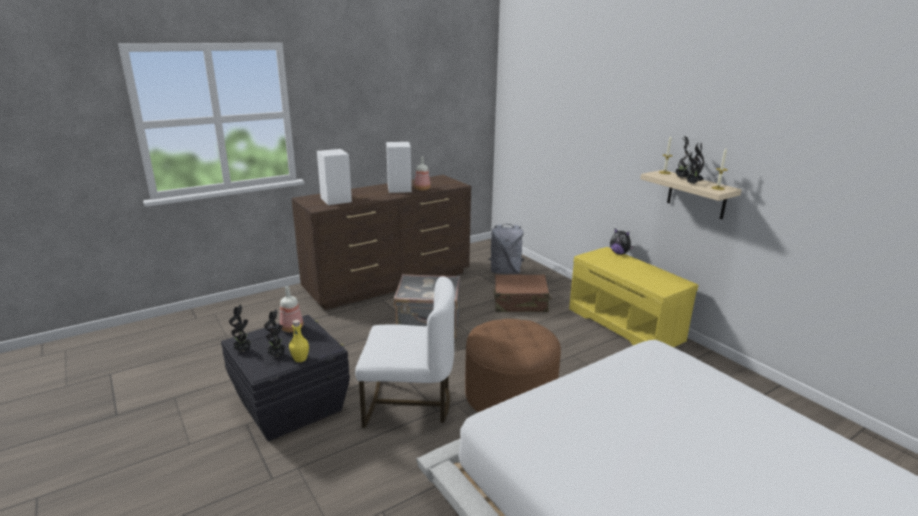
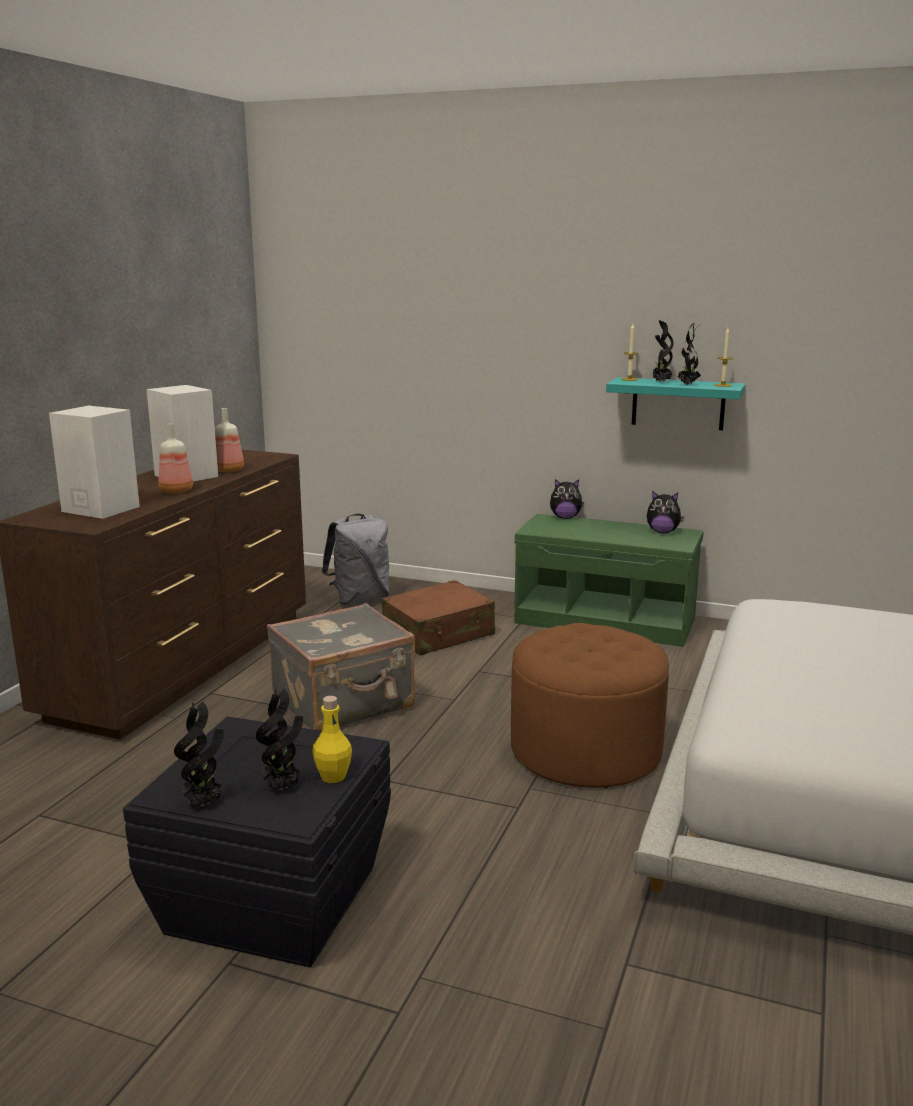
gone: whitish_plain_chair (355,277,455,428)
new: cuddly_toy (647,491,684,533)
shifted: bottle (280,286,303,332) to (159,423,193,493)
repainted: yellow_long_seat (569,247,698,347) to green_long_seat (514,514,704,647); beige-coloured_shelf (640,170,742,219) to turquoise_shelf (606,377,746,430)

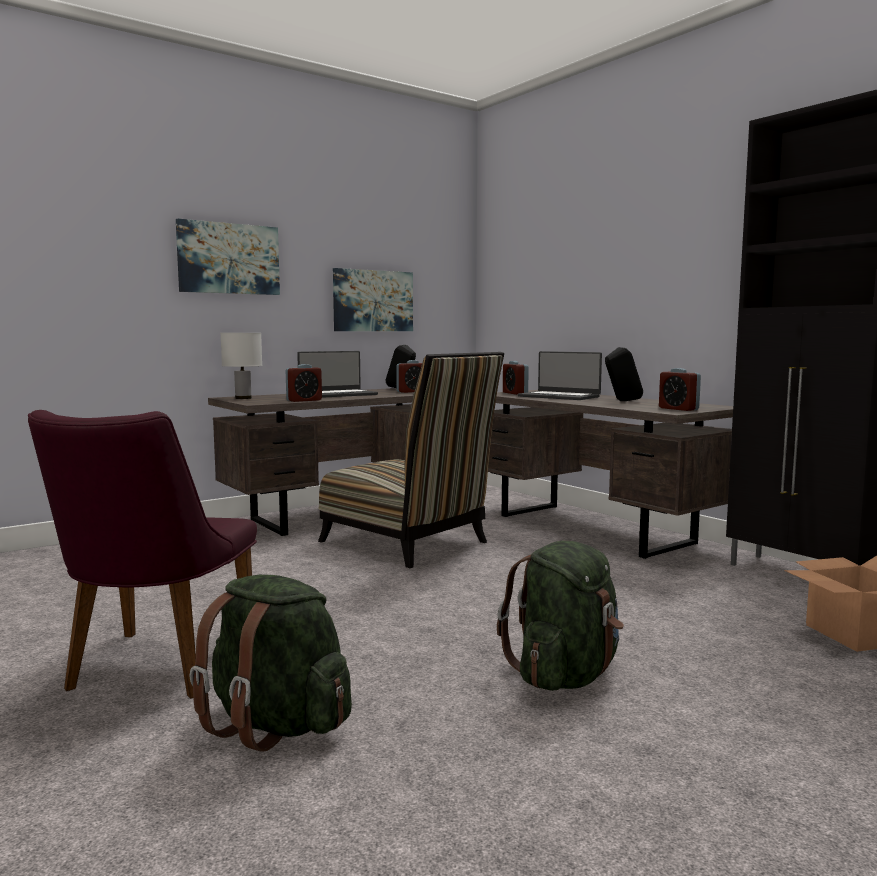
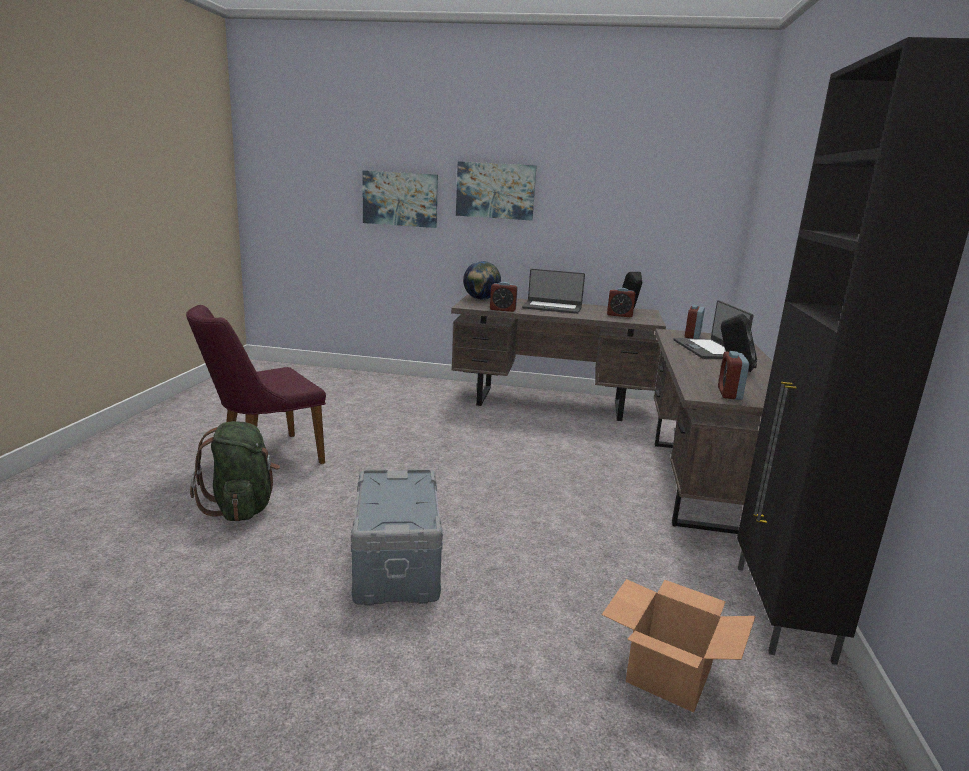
gone: plain_chair (318,352,504,568)
shifted: wall_picture (333,268,413,331) to (362,171,438,228)
swapped: whitish_lamp_for_a_table (220,333,262,399) to globe (463,261,501,300); green_backpack (497,540,624,691) to gray_storage_container (351,469,443,606)

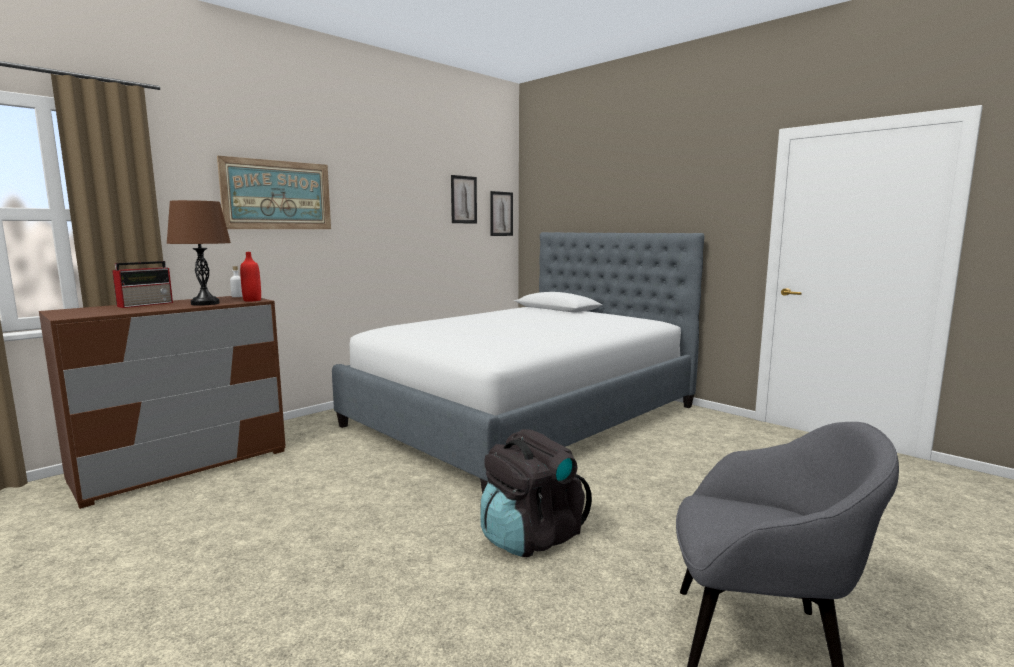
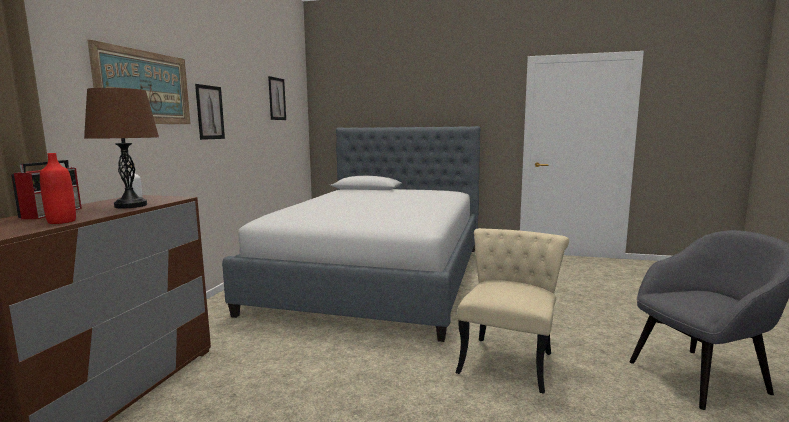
shifted: red-coloured_bottle (240,252,261,301) to (40,153,76,224); wall_picture (490,191,513,236) to (195,84,225,140)
swapped: blackish_backpack (480,429,592,557) to beige-coloured_plain_chair (456,228,569,394)

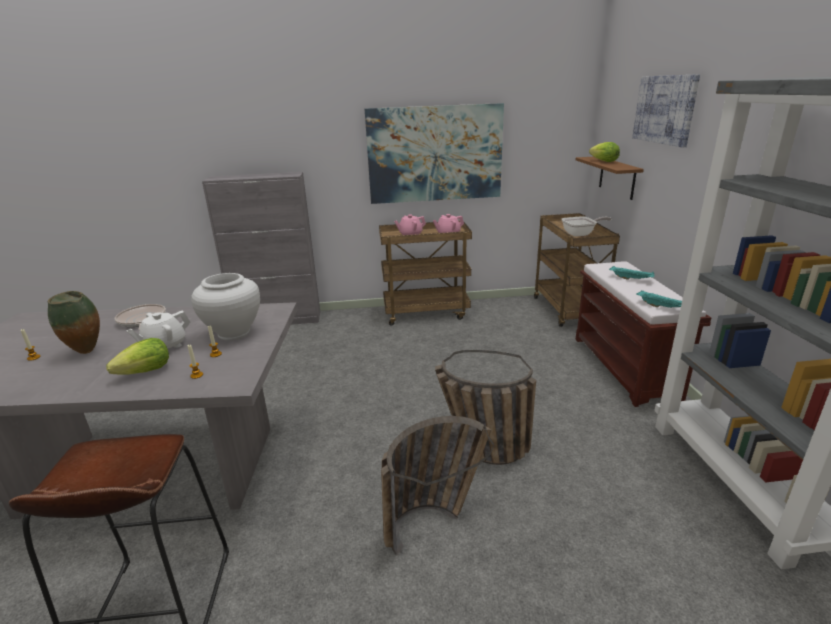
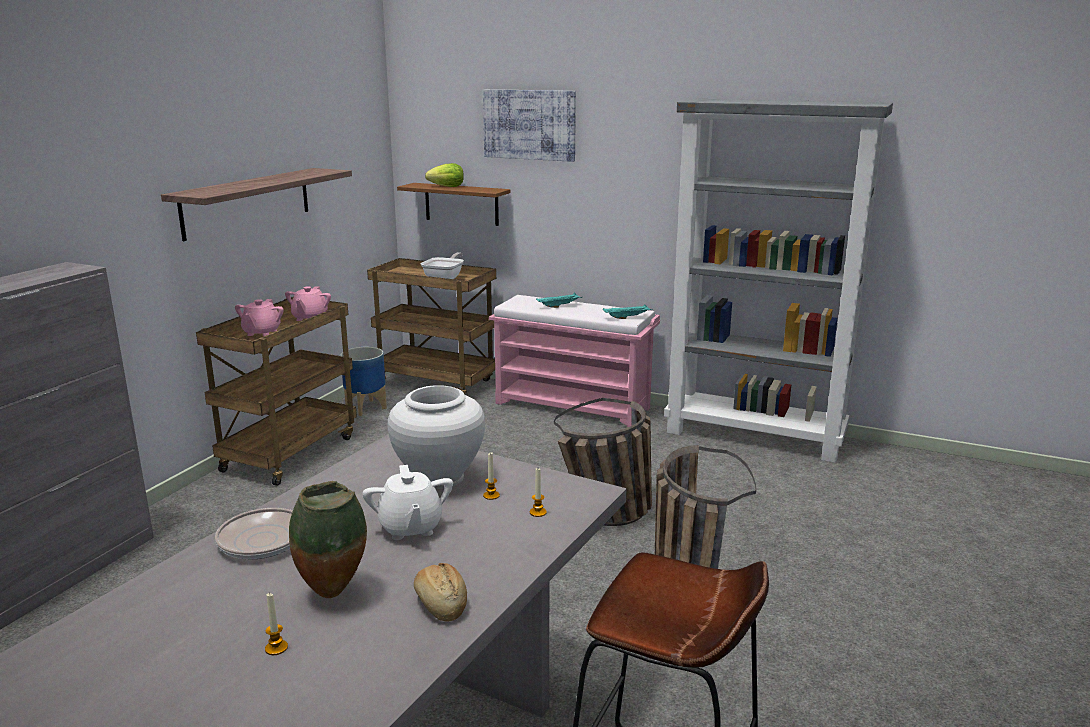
gone: lettuce_head (106,338,169,375)
new: planter (340,347,387,416); bread (414,563,467,622)
swapped: wall_picture (365,103,504,204) to shelf (161,168,352,241)
repainted: brown-coloured_long_seat (575,261,711,407) to pink_long_seat (489,295,660,427)

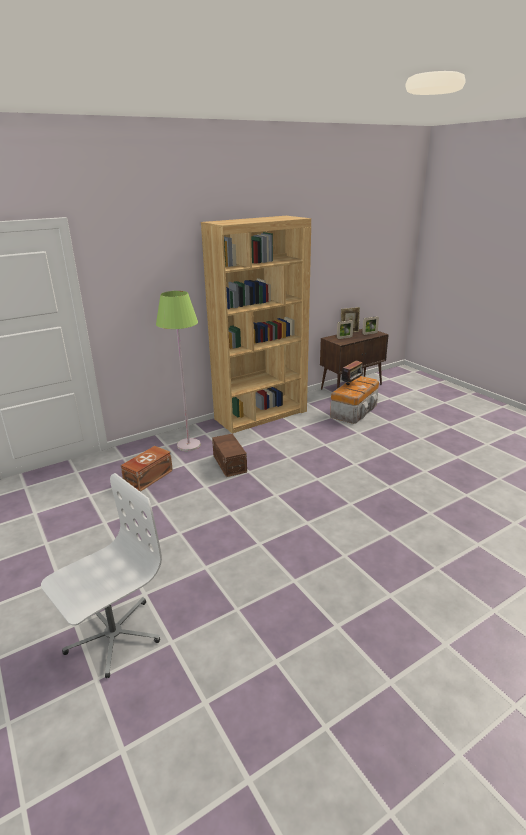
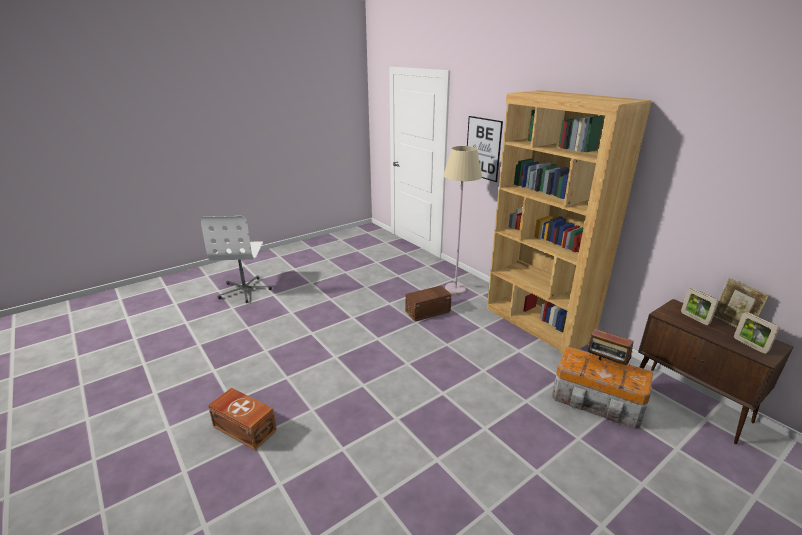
new: wall_picture (467,116,503,182)
shifted: brown-coloured_storage_container (121,446,173,492) to (208,388,277,450)
repainted: green_standard_lamp (156,291,201,451) to beige-coloured_standard_lamp (443,146,482,295)
rotated: whitish_office_chair (41,473,162,678) = (201,216,272,303) 45 degrees clockwise

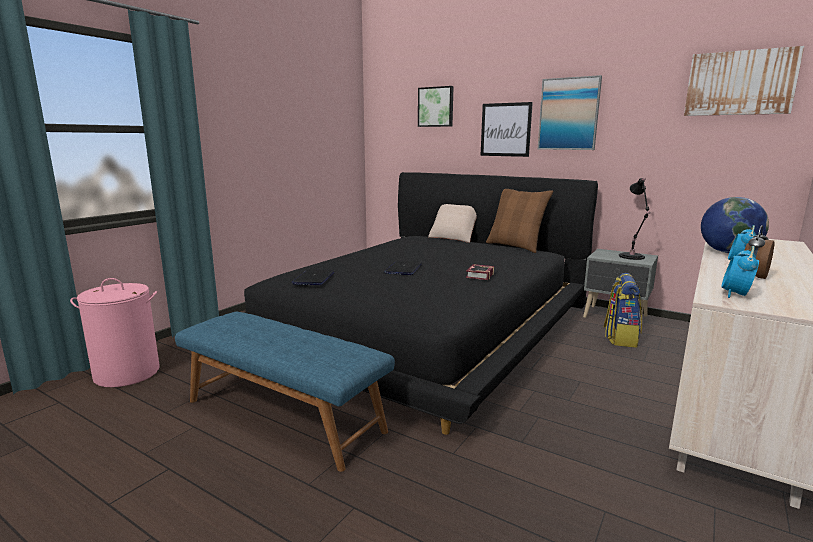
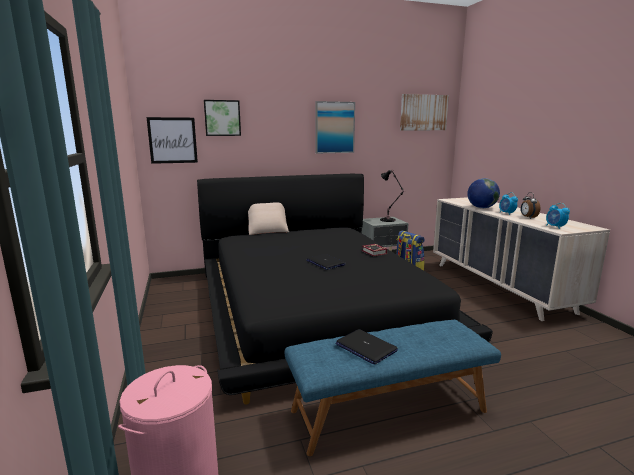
gone: brown-coloured_pillow (486,189,553,253)
shifted: laptop (291,270,335,285) to (335,329,398,365); wall_picture (481,102,533,157) to (146,117,198,164)

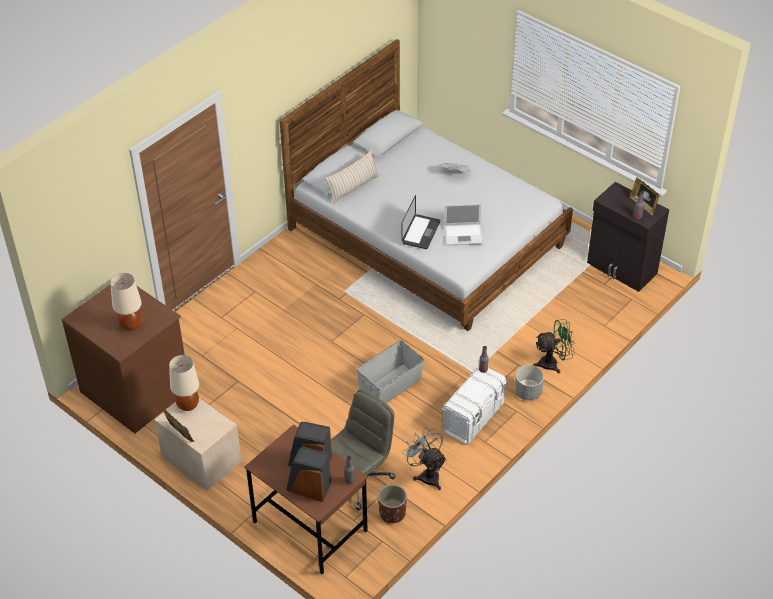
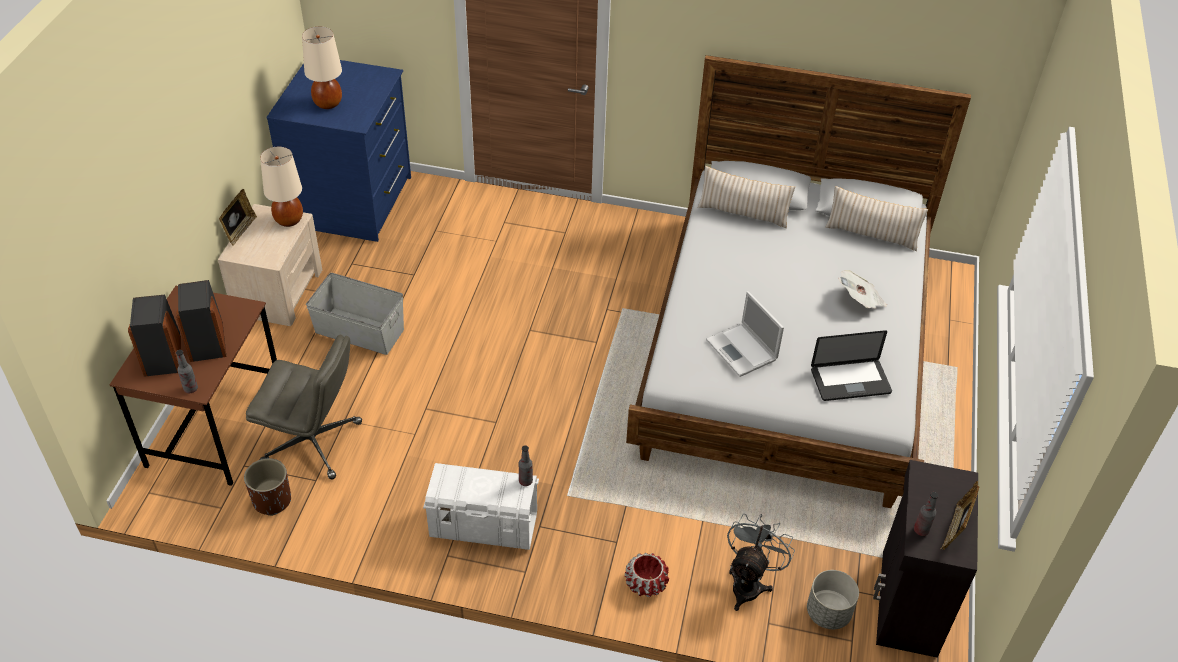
new: beige-coloured_pillow (825,186,928,251)
shifted: gray_storage_container (356,340,424,403) to (306,273,404,355); laptop (402,195,440,249) to (811,330,892,401); gray_cooling_fan (402,427,447,490) to (727,514,795,611); gray_planter (515,365,544,401) to (807,570,859,629)
swapped: green_cooling_fan (533,319,575,374) to red-coloured_planter (625,553,669,597)
repainted: brown-coloured_dresser (62,285,185,433) to blue_dresser (266,60,411,242)

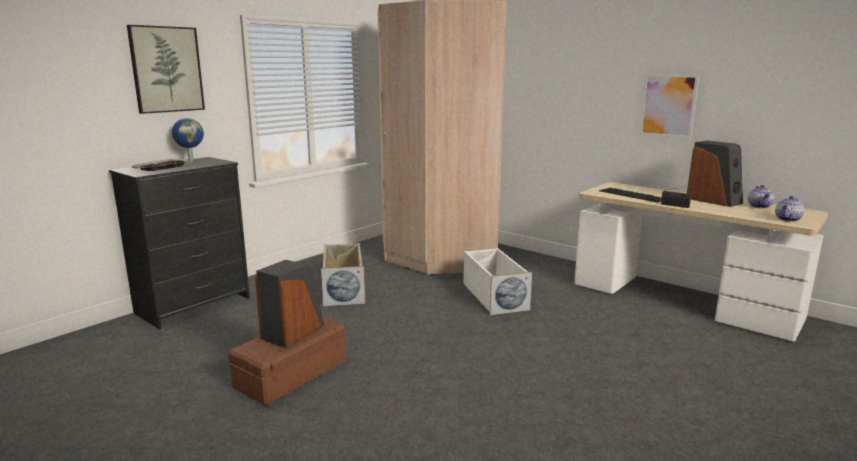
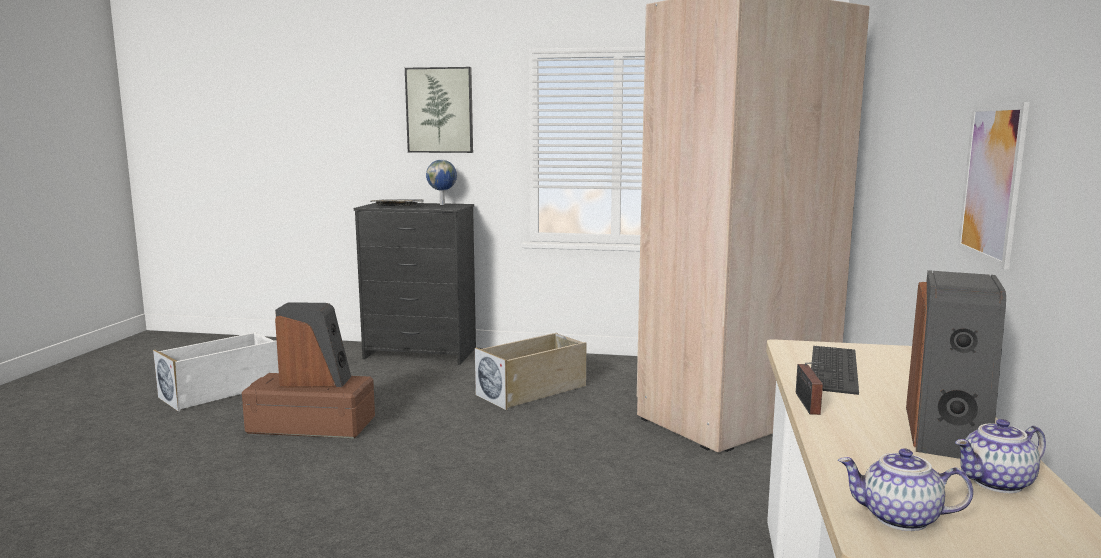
shifted: whitish_storage_container (463,248,532,315) to (153,332,279,411)

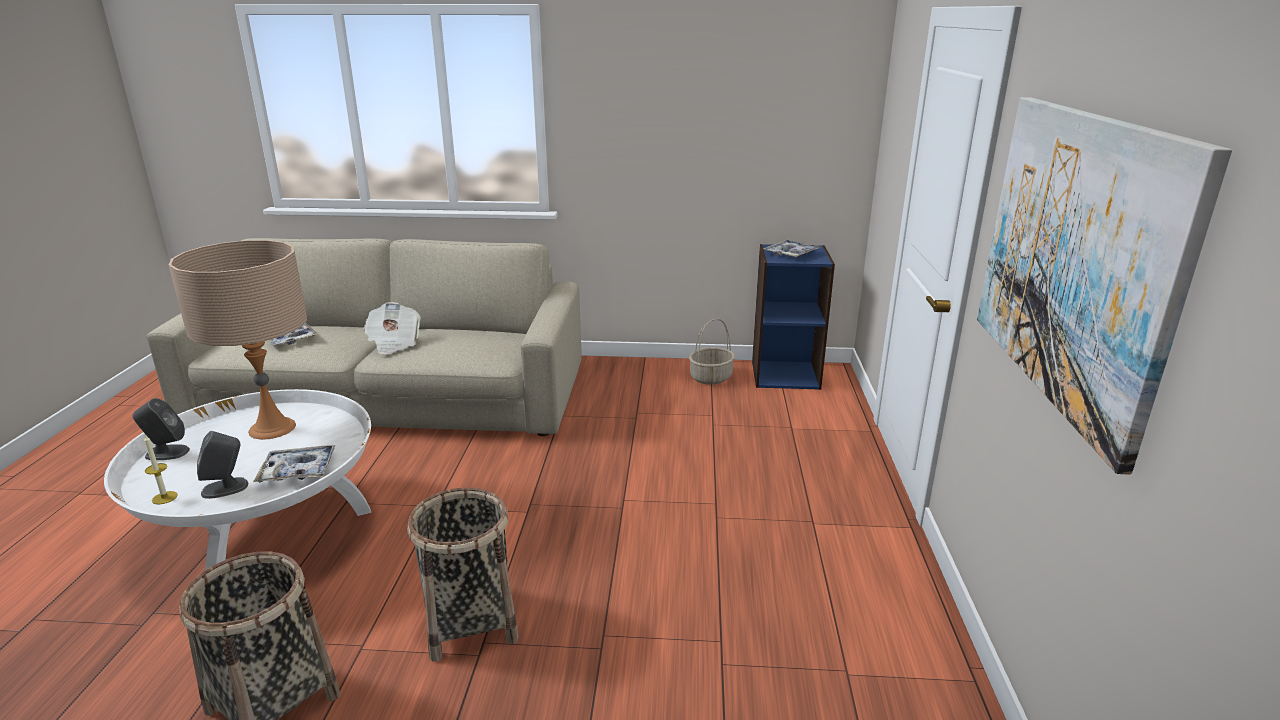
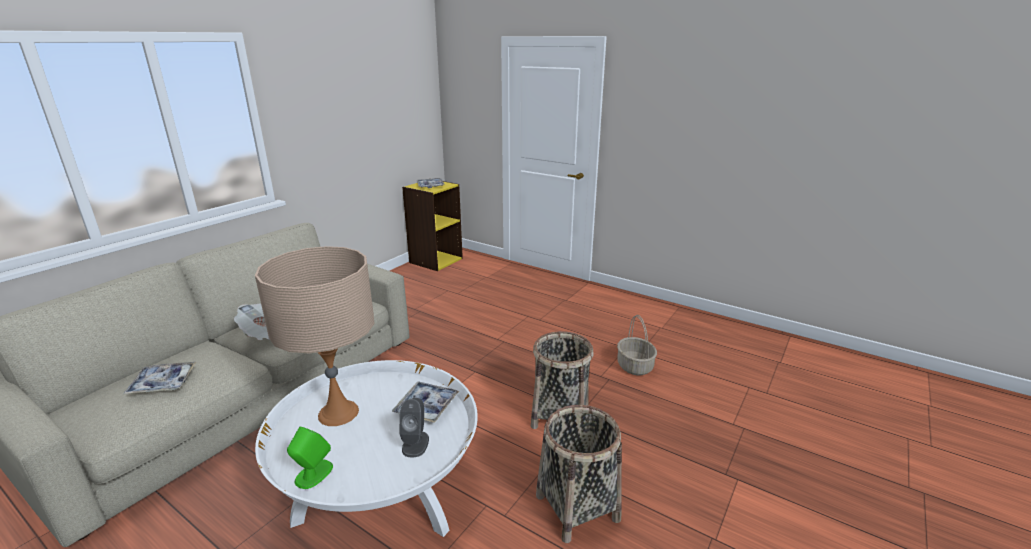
gone: wax_light (144,434,178,504); wall_picture (977,97,1232,475)
shifted: storage_basket (689,318,735,385) to (617,315,657,375)
repainted: gray_loudspeaker (132,398,190,460) to green_loudspeaker (287,427,333,489); blue_bookcase (752,244,835,390) to yellow_bookcase (402,181,463,271)

